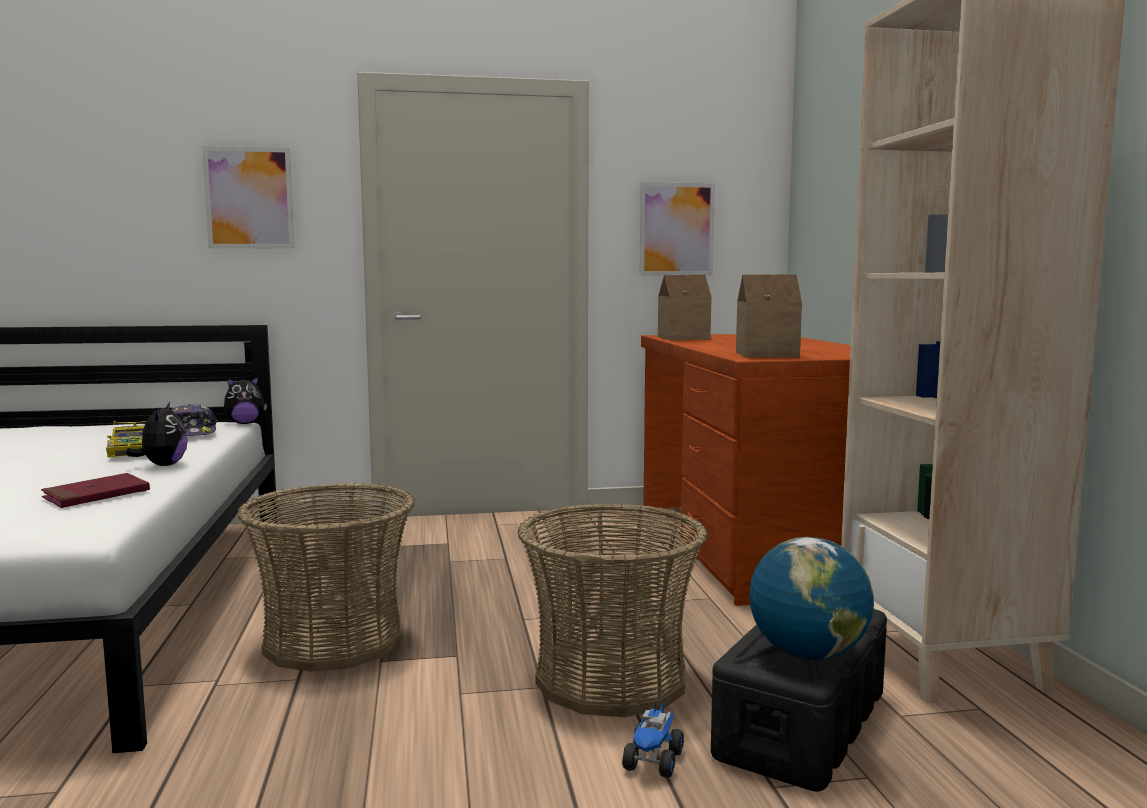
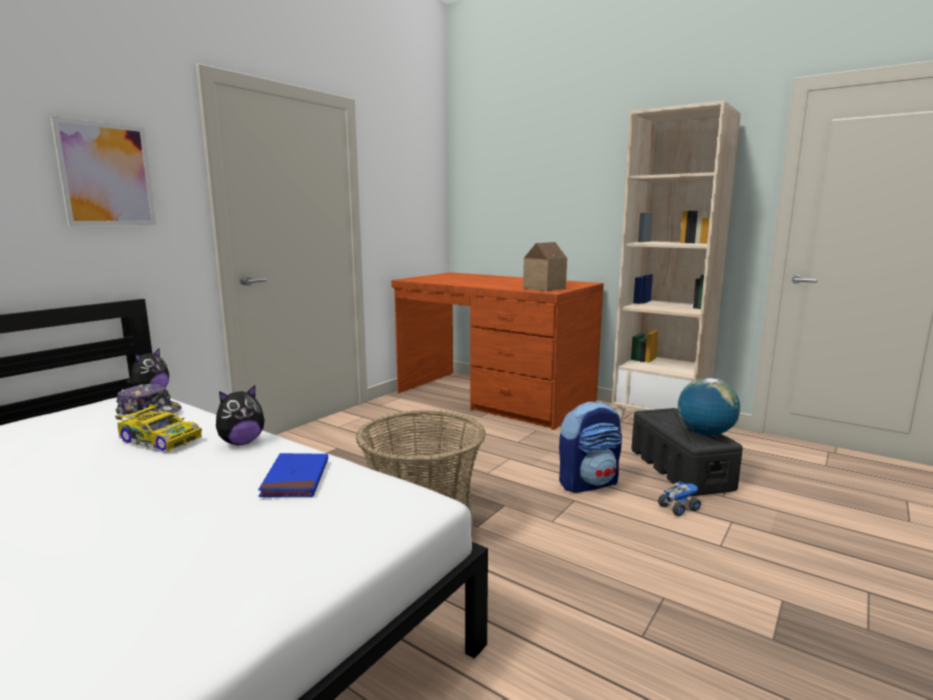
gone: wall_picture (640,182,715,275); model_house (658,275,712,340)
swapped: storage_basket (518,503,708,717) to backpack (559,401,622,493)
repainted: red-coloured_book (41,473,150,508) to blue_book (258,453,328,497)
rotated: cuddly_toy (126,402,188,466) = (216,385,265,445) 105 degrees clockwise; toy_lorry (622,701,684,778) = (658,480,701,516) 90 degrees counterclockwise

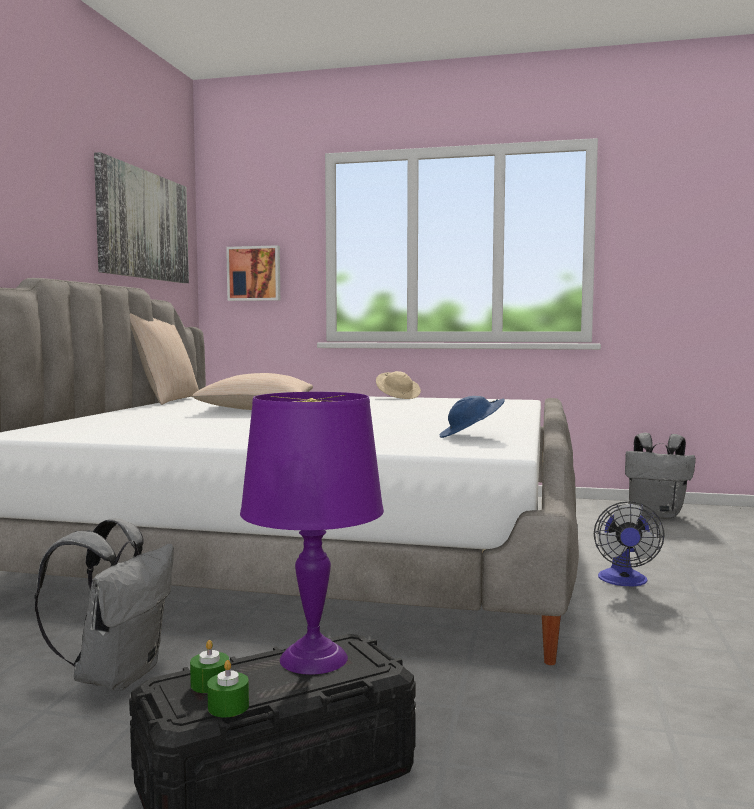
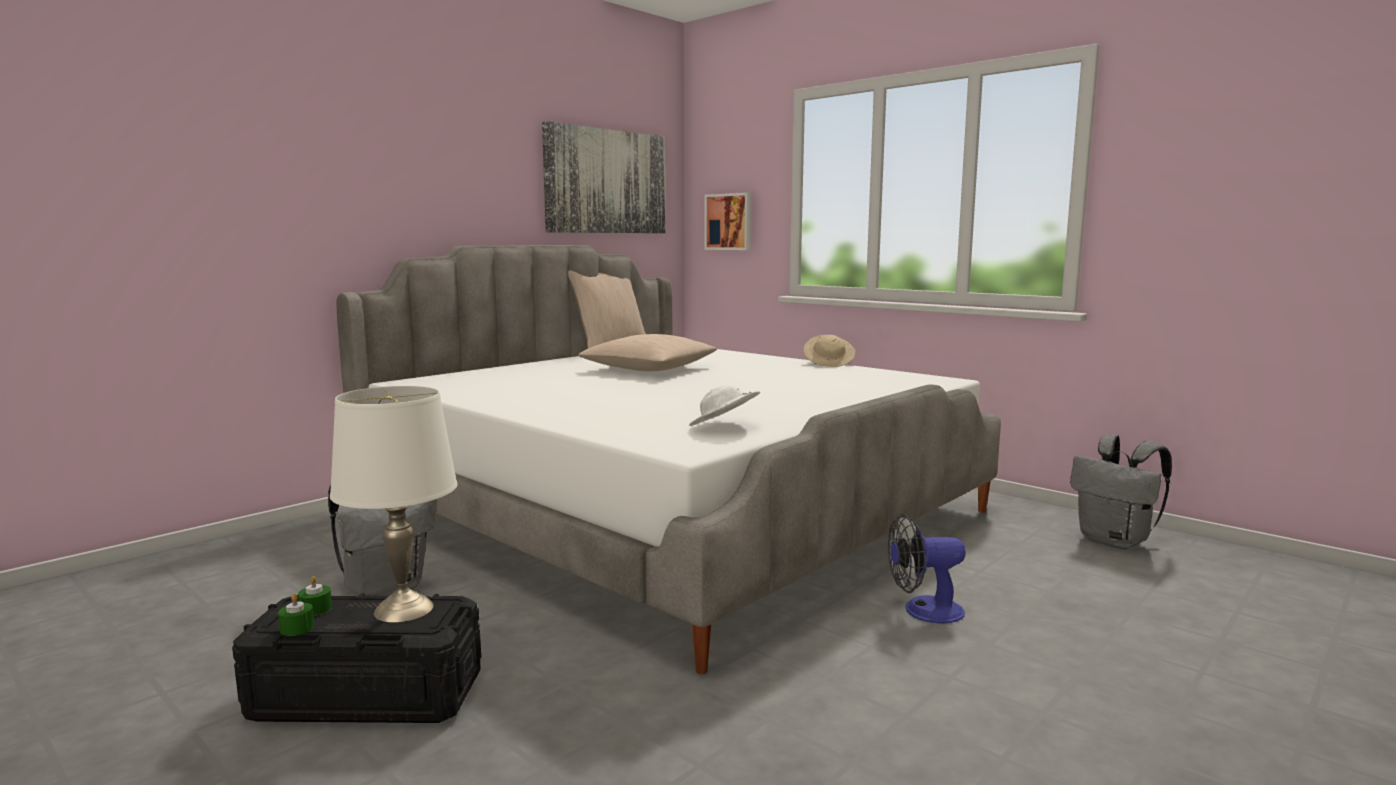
repainted: purple_lamp_for_a_table (240,392,384,675) to whitish_lamp_for_a_table (330,386,457,623); blue_wearable_hat (440,396,505,438) to whitish_wearable_hat (689,386,760,426)
rotated: cooling_fan (594,501,664,587) = (888,514,966,624) 45 degrees clockwise

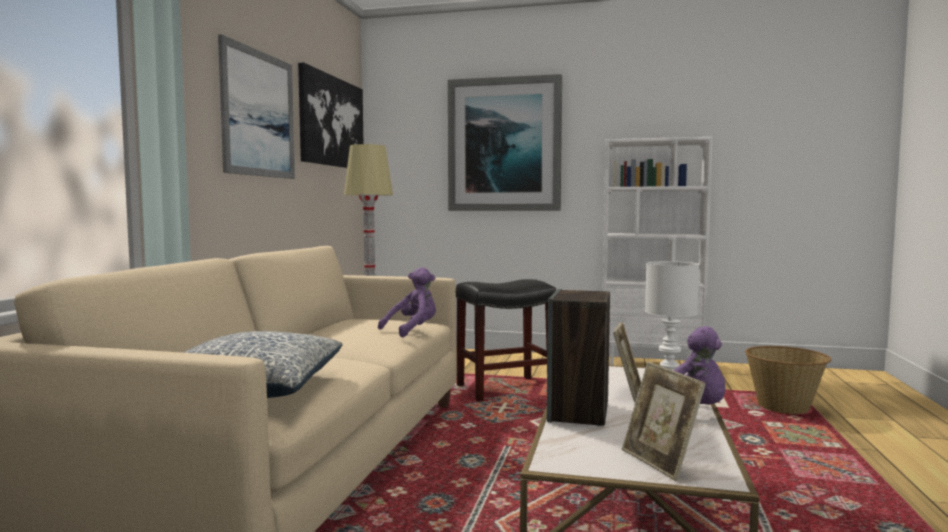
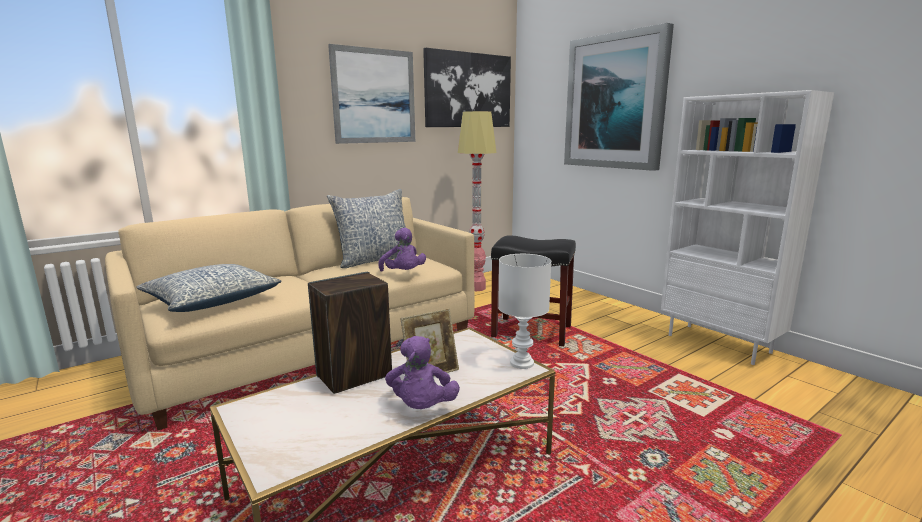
gone: picture_frame (622,361,706,481); storage_basket (745,346,832,414)
new: pillow (327,189,406,268)
rotated: purple_cuddly_toy (378,267,436,337) = (378,228,426,271) 60 degrees clockwise

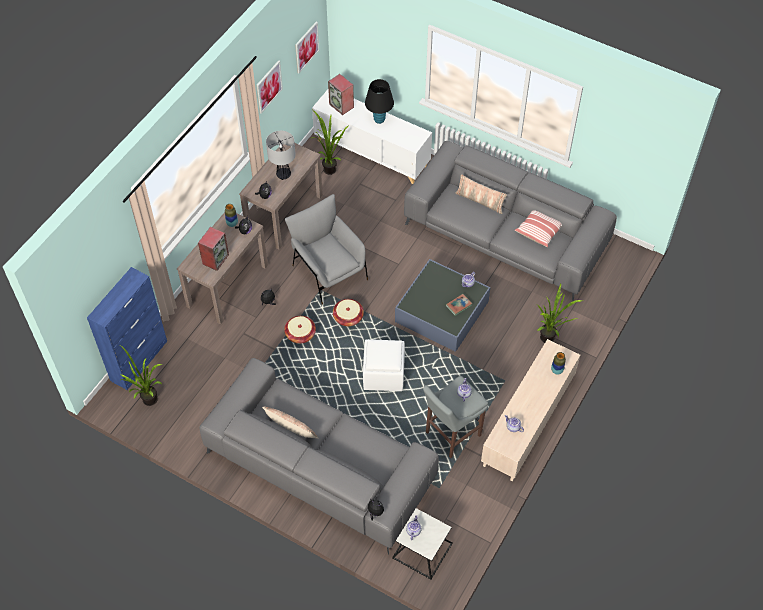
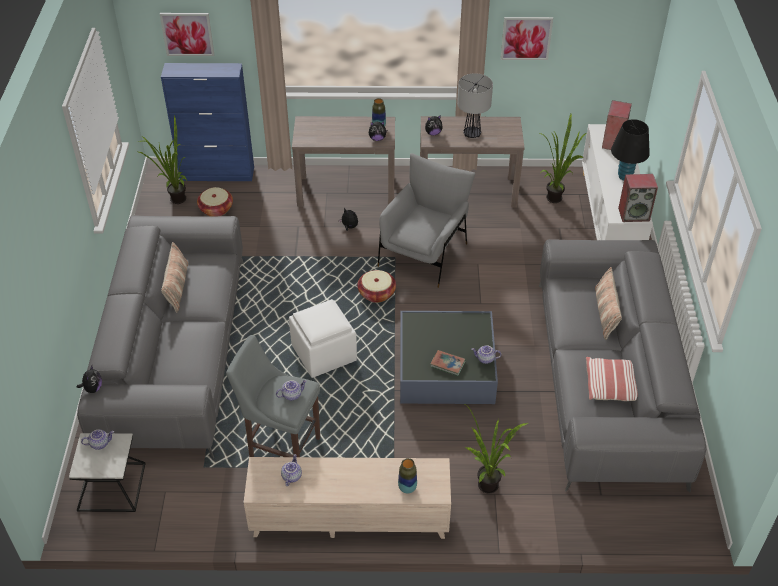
shifted: loudspeaker (198,227,229,271) to (618,174,658,222); storage_basket (284,316,316,344) to (197,187,233,216); wall_picture (295,21,319,73) to (160,13,214,56)

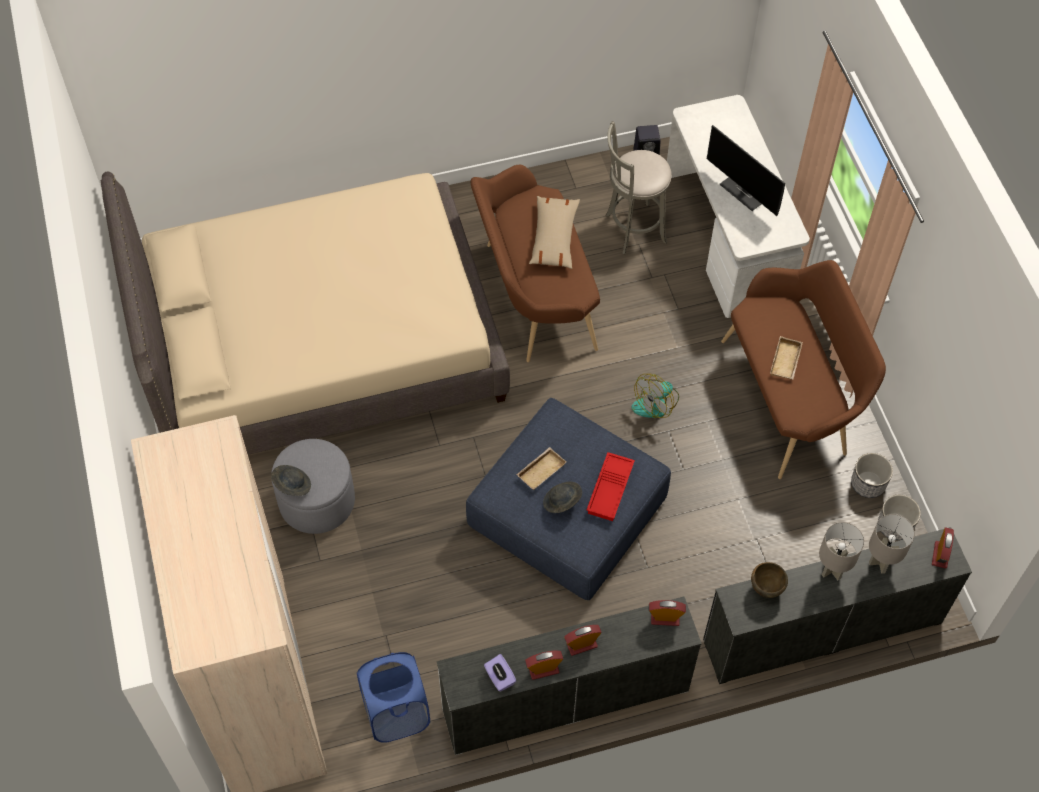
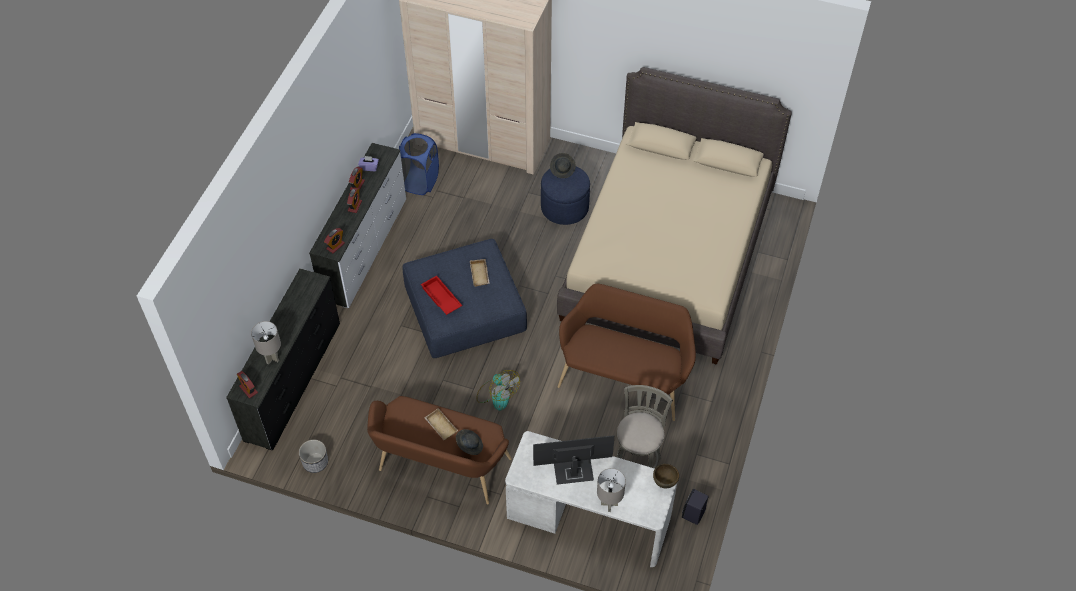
gone: beige-coloured_pillow (529,196,580,269); planter (851,453,893,498)
shifted: gray_wearable_hat (543,482,582,513) to (456,429,483,455); brown-coloured_deep_dish (751,562,788,598) to (653,464,679,488); gray_lamp_for_a_table (819,522,864,580) to (597,468,626,512)
repainted: gray_footrest (271,439,355,534) to blue_footrest (541,167,590,225)
rotated: cooling_fan (631,374,679,418) = (476,370,520,411) 150 degrees clockwise

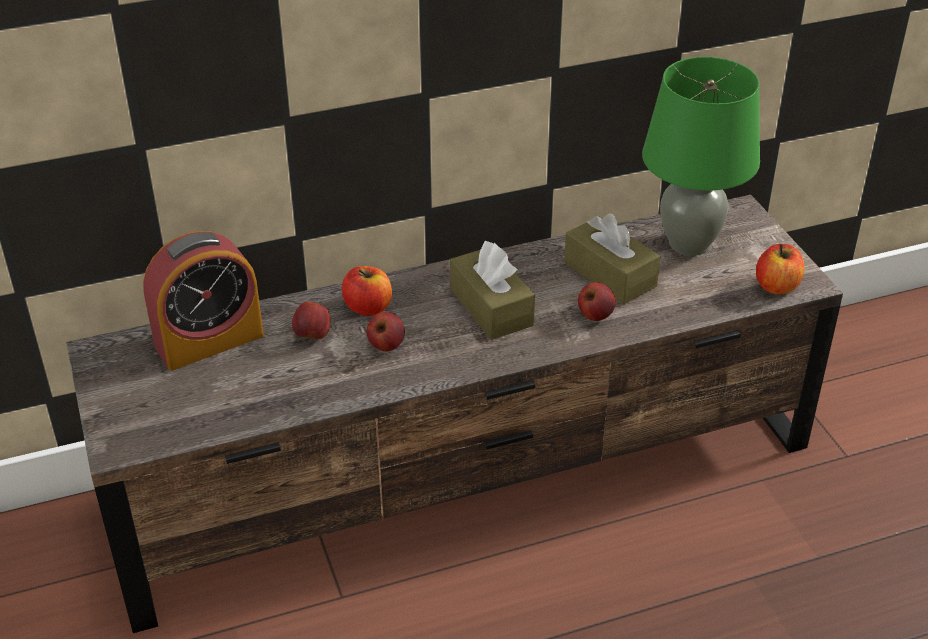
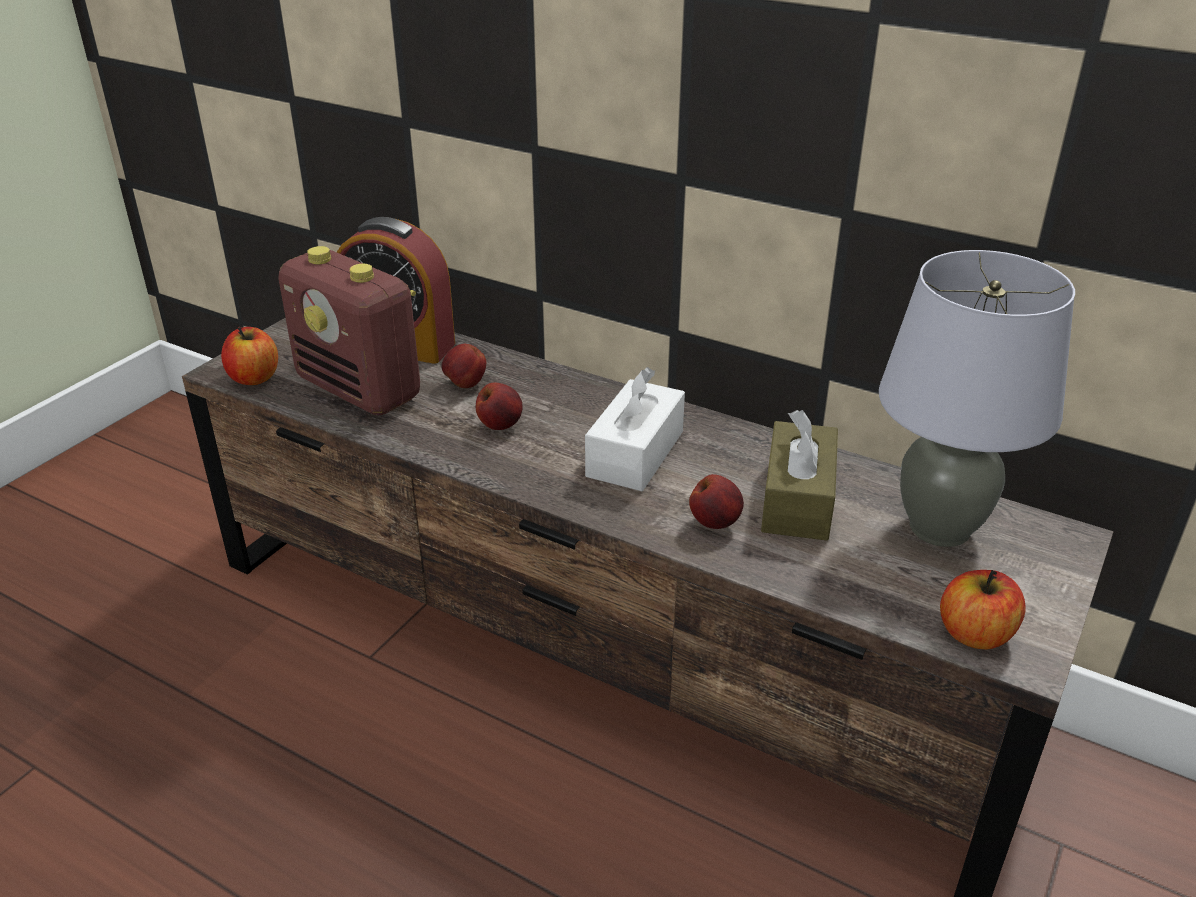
new: radio_set (278,246,420,415)
shifted: apple (342,266,392,316) to (221,327,278,385)
repainted: brown-coloured_box_of_tissues (450,241,535,340) to whitish_box_of_tissues (585,367,685,491); green_lamp_for_a_table (642,57,760,256) to gray_lamp_for_a_table (879,250,1075,547)

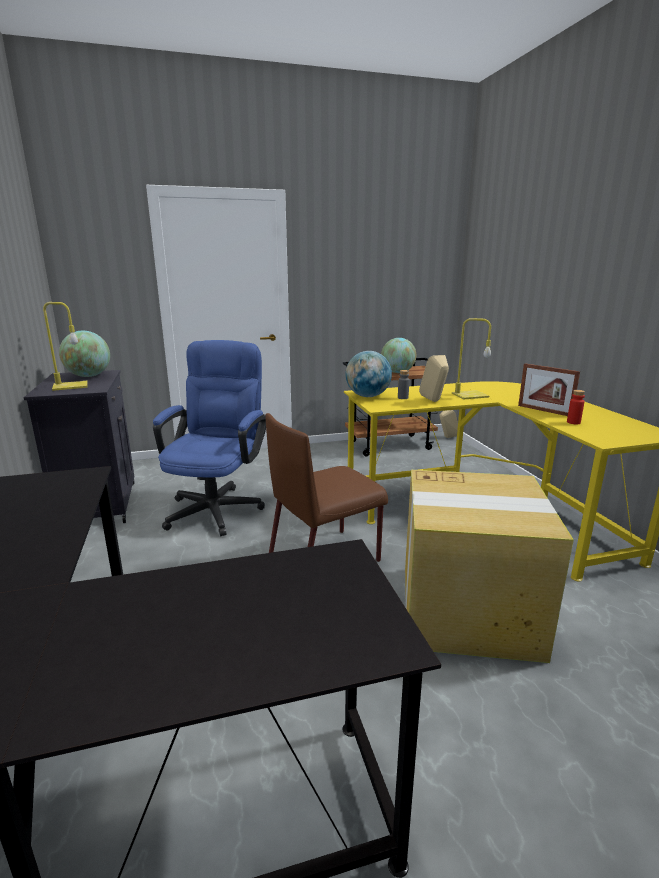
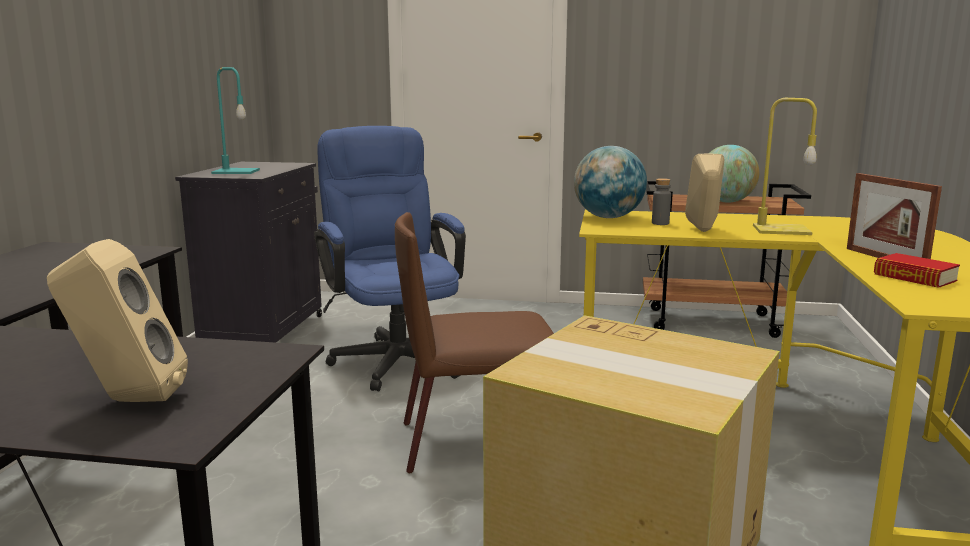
gone: globe (59,331,110,377)
shifted: beige-coloured_loudspeaker (439,410,458,438) to (47,239,188,402)
swapped: red-coloured_bottle (567,390,585,424) to book (874,253,960,288)
repainted: yellow_lamp_for_a_table (43,302,88,391) to turquoise_lamp_for_a_table (211,67,260,174)
rotated: blue_office_chair (153,340,266,536) = (314,126,466,391) 60 degrees counterclockwise

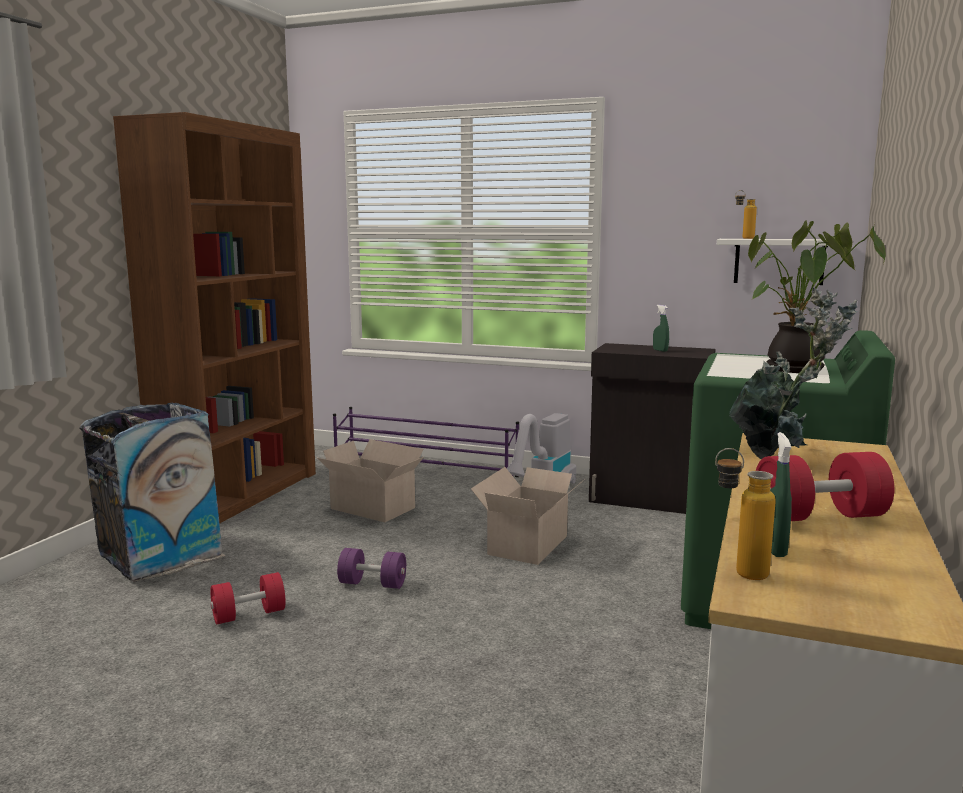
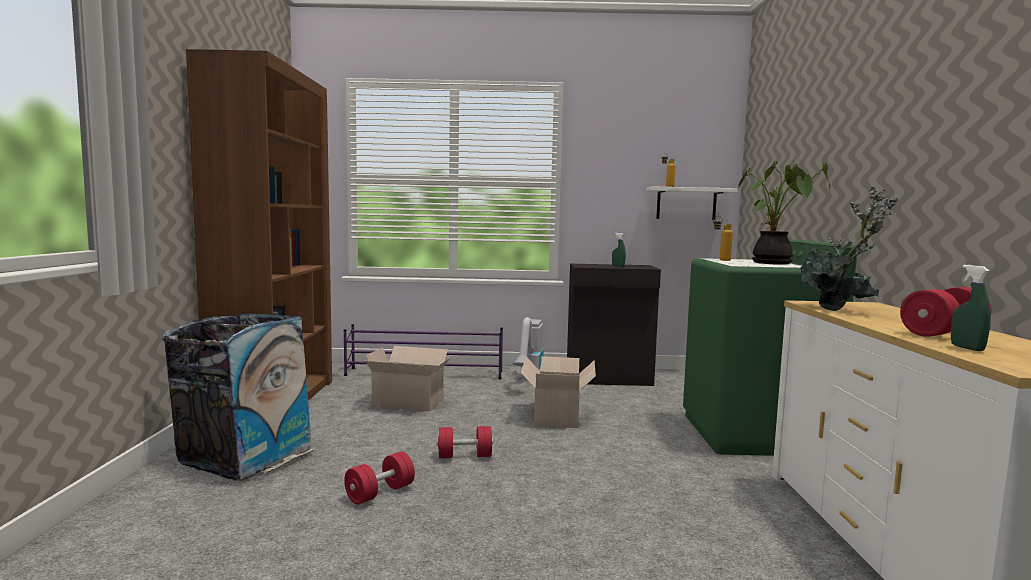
shifted: bottle (715,448,776,580) to (713,216,733,261)
repainted: purple_free_weight (337,548,406,589) to red-coloured_free_weight (437,426,493,458)

